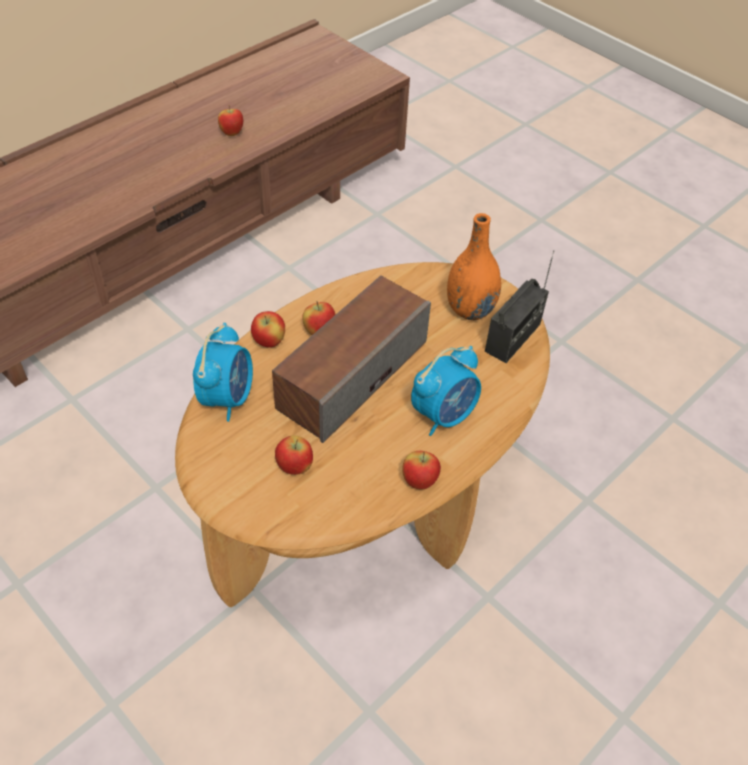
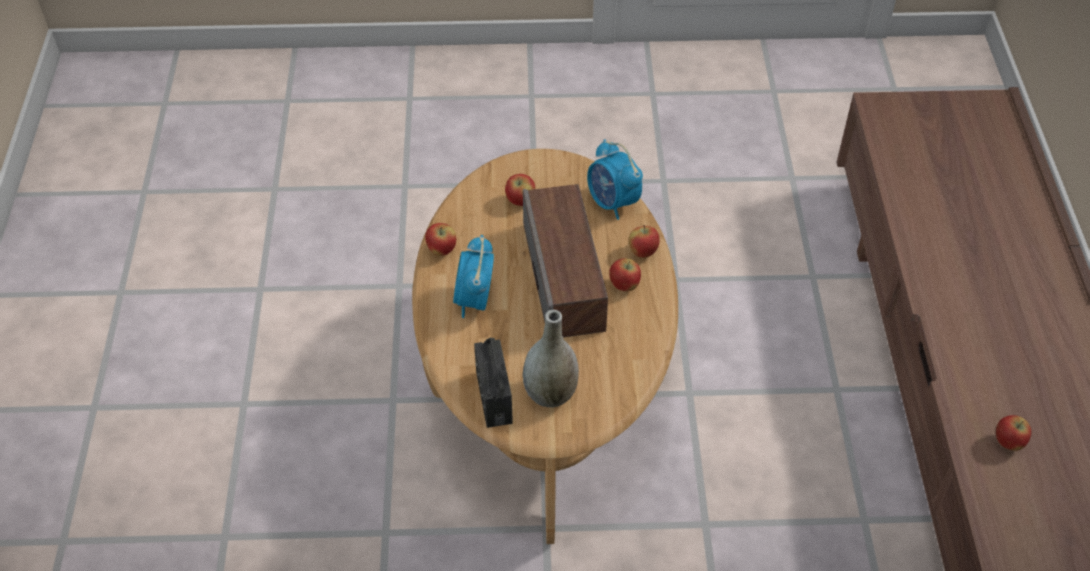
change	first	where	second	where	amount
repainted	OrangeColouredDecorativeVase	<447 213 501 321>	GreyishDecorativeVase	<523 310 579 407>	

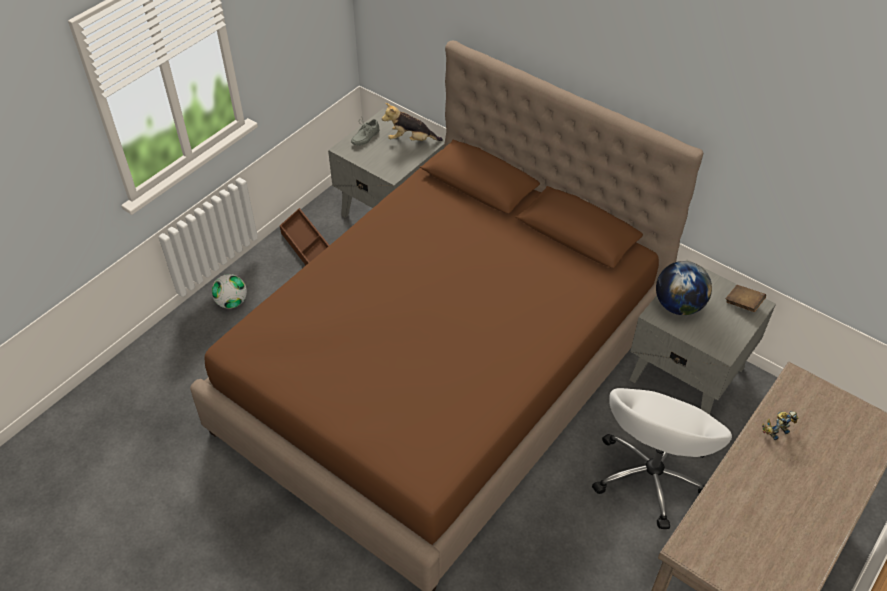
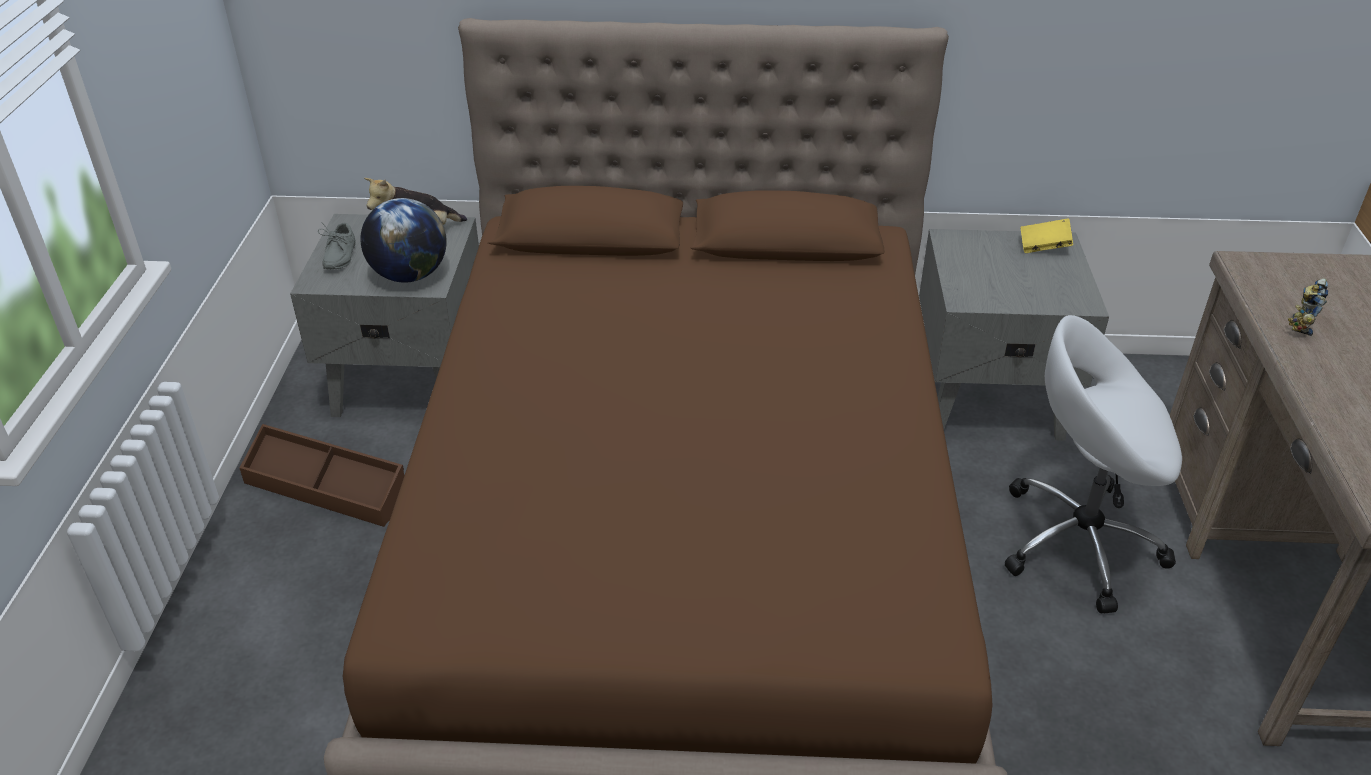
change	first	where	second	where	amount
gone	FootballBall	<212 274 247 309>			
shifted	WorldGlobe	<656 261 712 315>		<360 198 447 283>	
repainted	BrownishBook	<726 285 766 312>	YellowBook	<1021 218 1073 253>	
rotated	WhiteColouredComputerChair	<592 388 732 529>		<1005 315 1182 613>	105 degrees clockwise

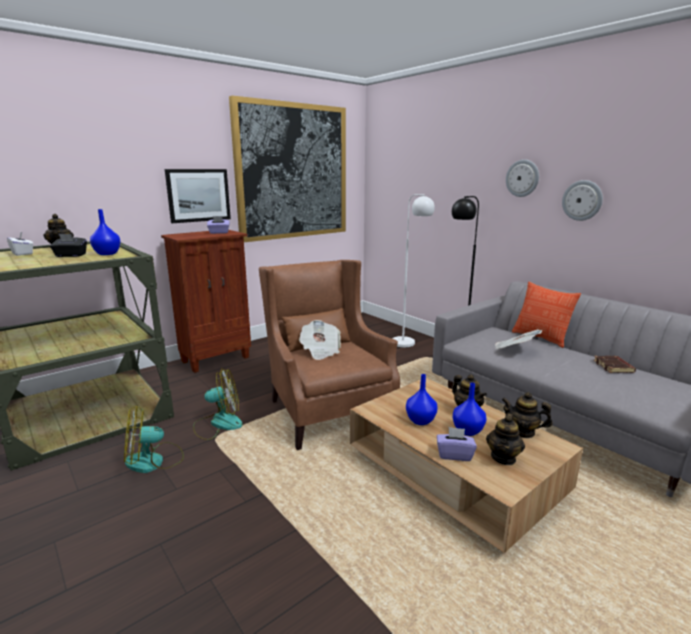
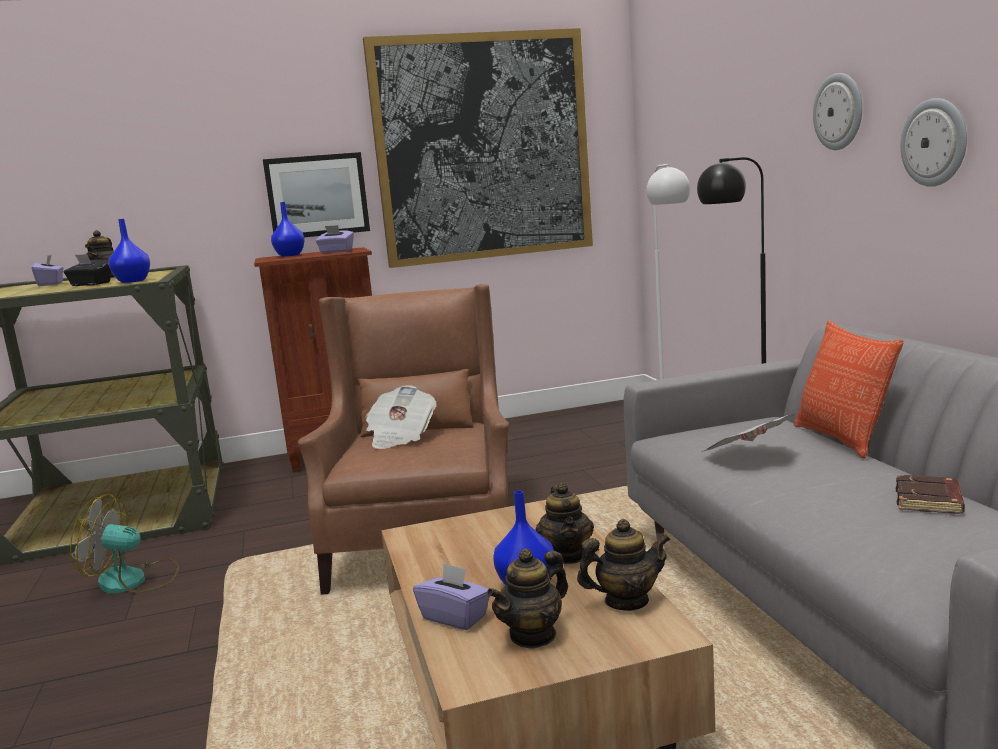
change	first	where	second	where	amount
gone	Fan	<193 368 243 440>			
shifted	BlueDecorativeVase	<406 374 438 425>		<271 202 305 257>	
repainted	WhiteColouredTissueHolder	<7 232 33 256>	PurpleColouredTissueHolder	<32 255 63 286>	
rotated	PotForTea	<502 392 552 438>		<577 519 671 611>	120 degrees clockwise

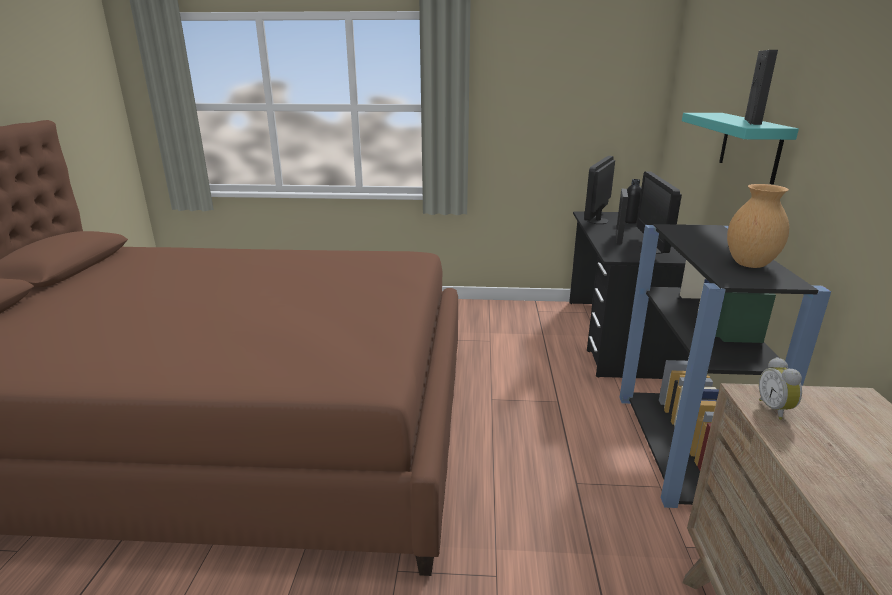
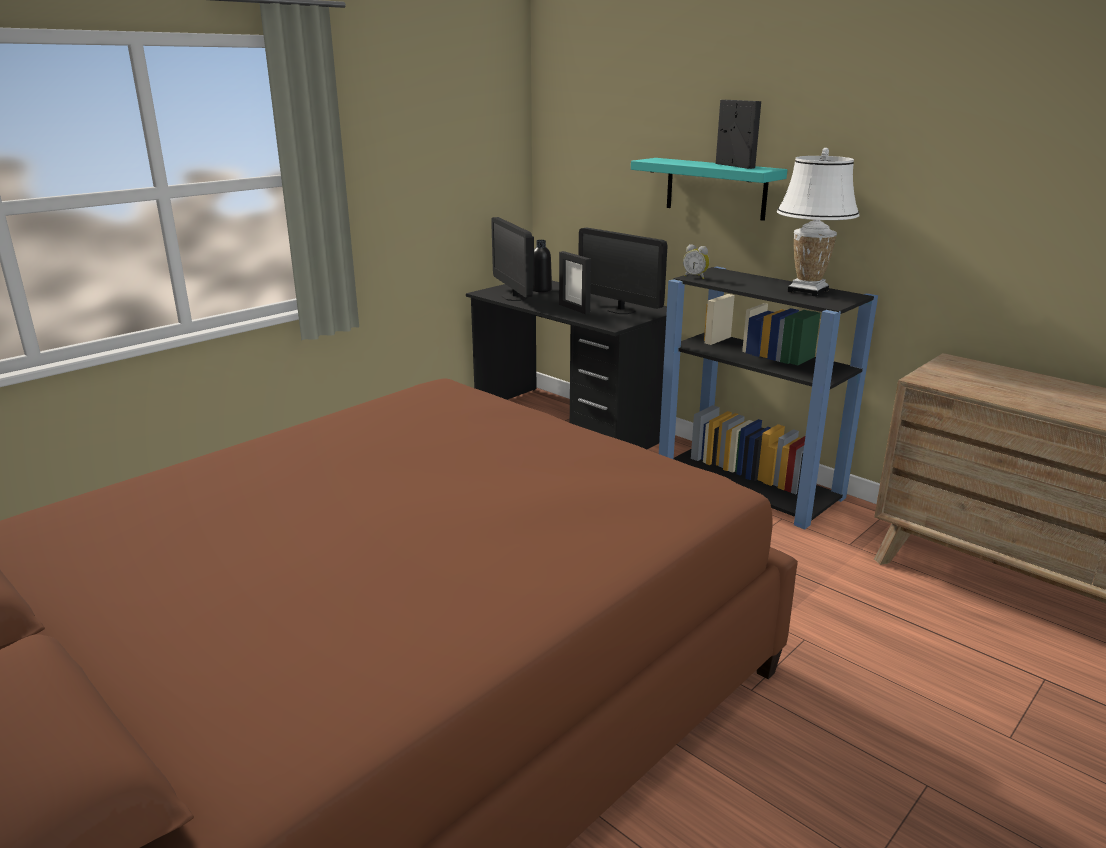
change	first	where	second	where	amount
shifted	BedsideClock	<759 357 802 420>		<683 244 710 279>	
swapped	BrownishDecorativeVase	<727 184 789 268>	WhiteColouredTableLamp	<777 148 860 297>	

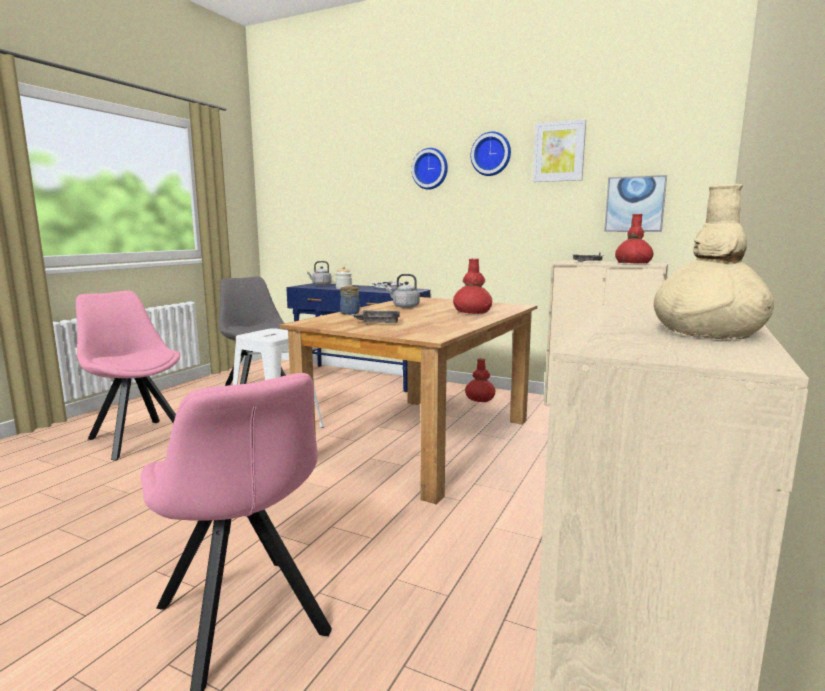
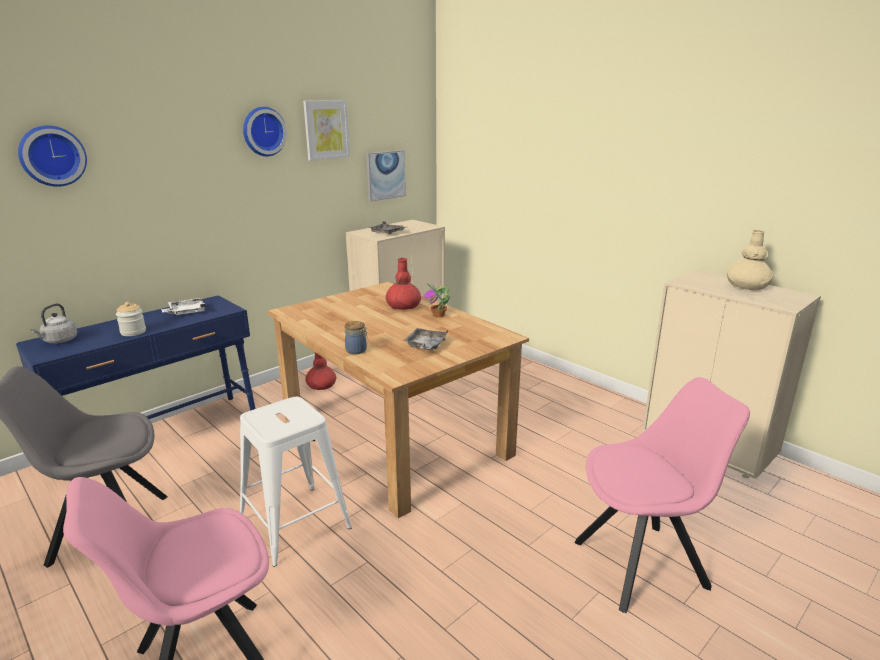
change	first	where	second	where	amount
gone	GreyishTeaKettle	<387 274 420 308>			
gone	RedColouredDecorativeVase	<615 214 653 263>			
new			PottedPlant	<424 283 450 317>	
shifted	WallClock	<411 148 448 190>		<18 125 87 187>	

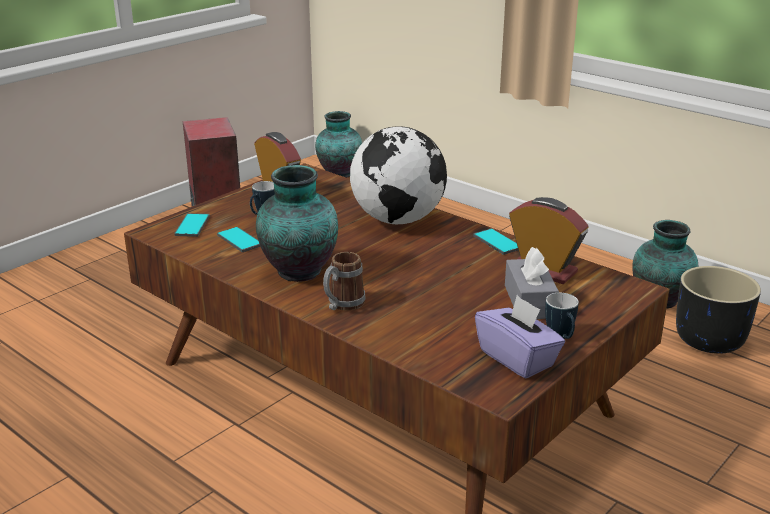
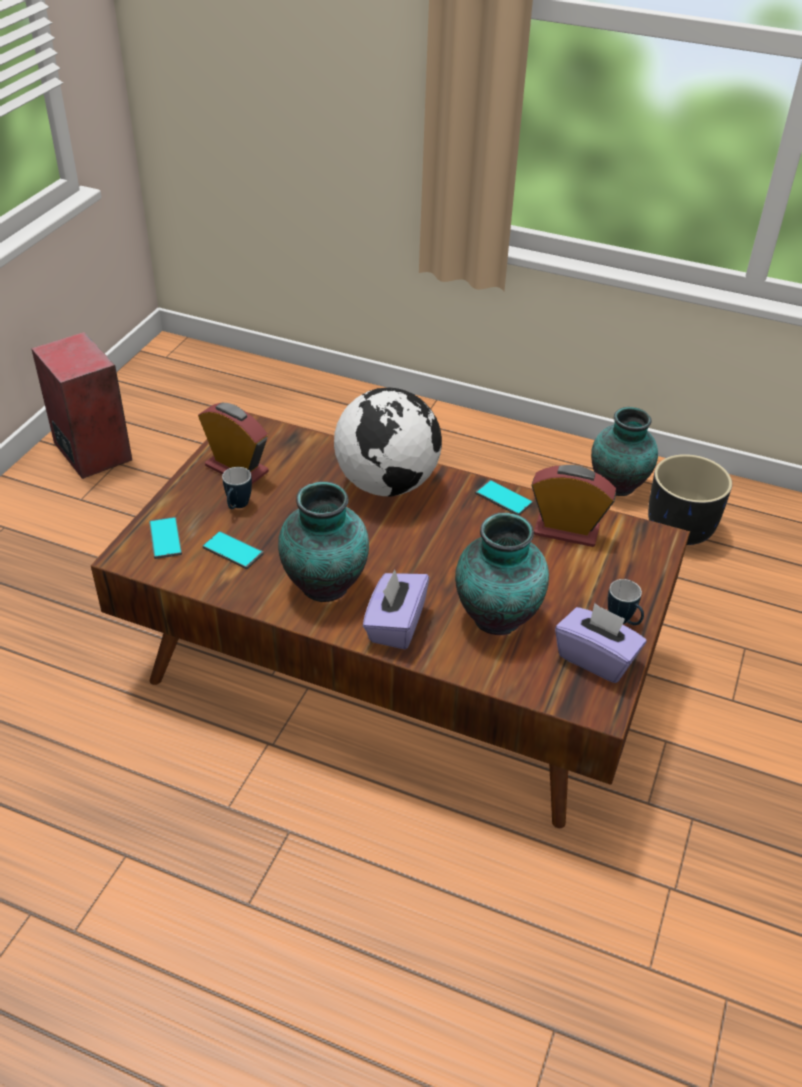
change	first	where	second	where	amount
gone	GreyishTissueHolder	<505 247 559 319>			
shifted	DecorativeVase	<315 111 362 178>		<455 513 549 635>	
swapped	TeaMug	<323 252 365 310>	PurpleColouredTissueHolder	<363 569 429 650>	

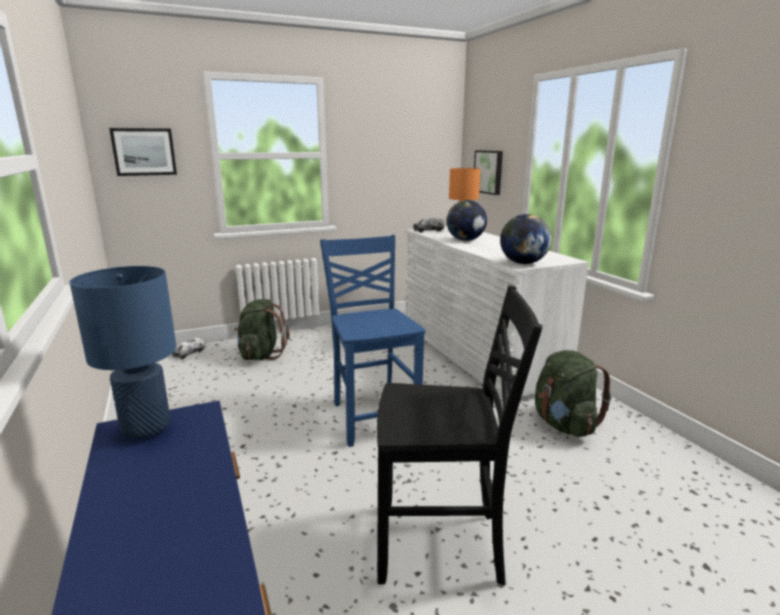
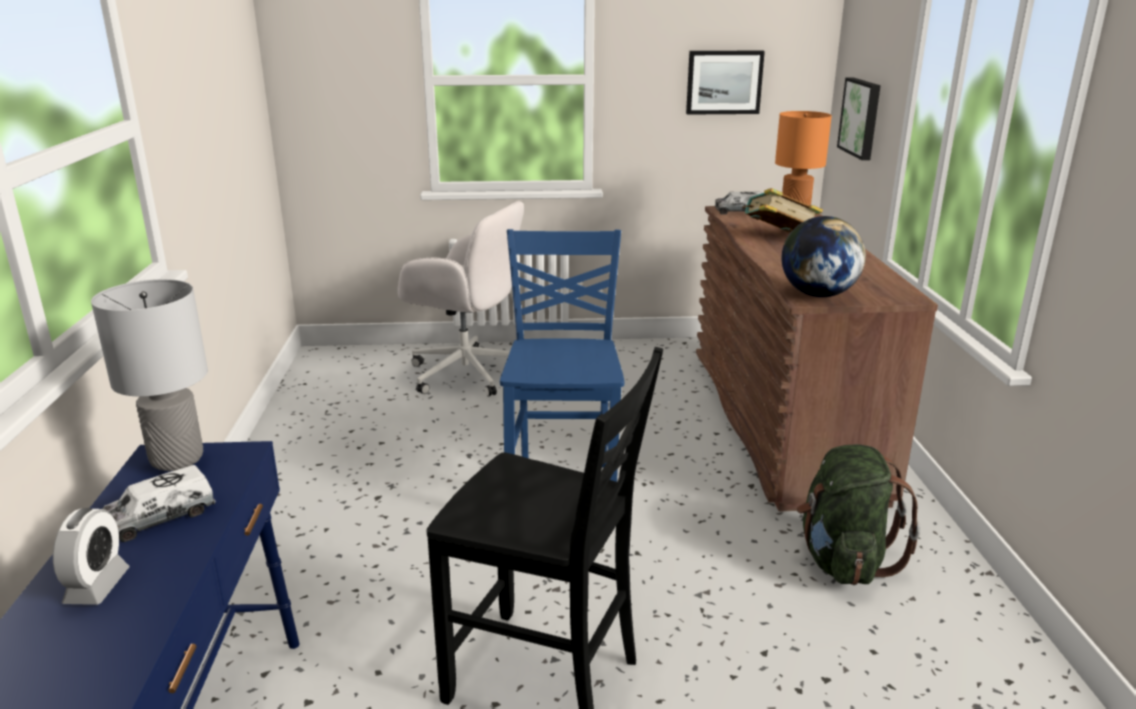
change	first	where	second	where	amount
new			BedsideClock	<53 508 130 605>	
shifted	Picture	<109 128 177 176>		<686 51 765 115>	
shifted	ToyTruck	<172 337 205 360>		<102 465 216 542>	
swapped	GreenColouredKnapsack	<234 299 290 360>	WhiteColouredComputerChair	<398 201 524 397>	
swapped	WorldGlobe	<446 200 487 241>	Book	<742 188 823 232>	
repainted	BlueTableLamp	<70 266 177 439>	GreyishTableLamp	<91 279 208 471>	
repainted	WhiteColouredDrawerChest	<405 227 589 401>	BrownishDrawerChest	<696 206 938 511>	

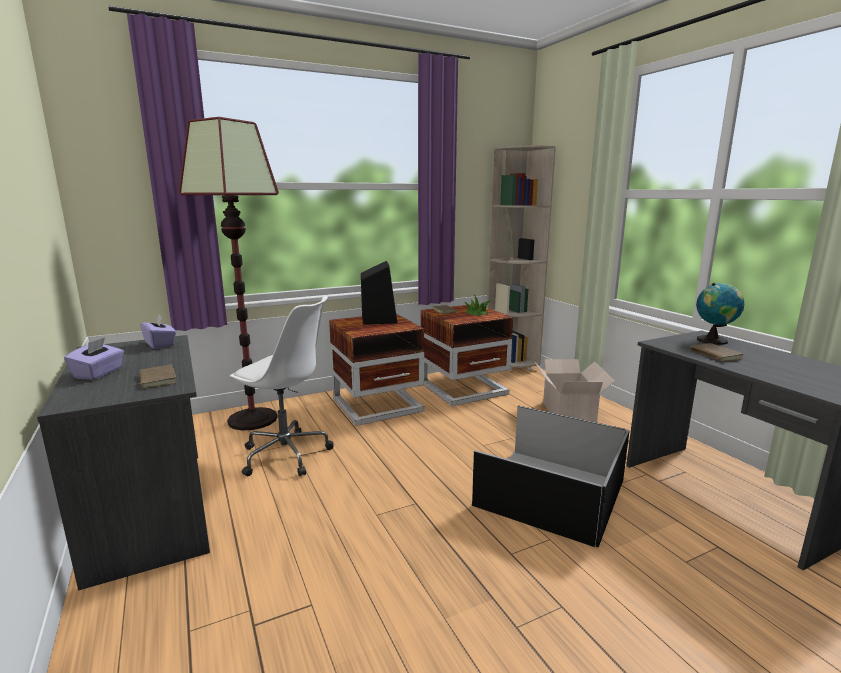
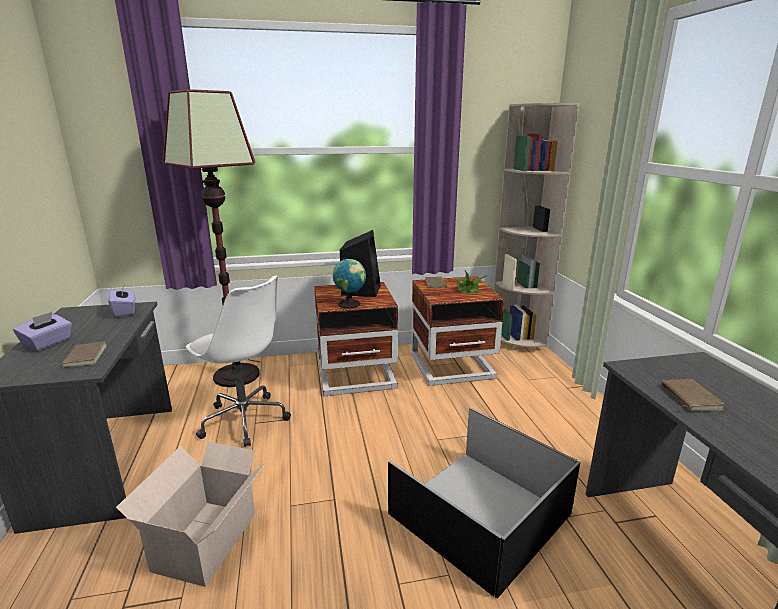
change	first	where	second	where	amount
shifted	PackingBox	<534 359 615 423>		<116 442 266 587>	
shifted	WorldGlobe	<696 283 745 345>		<333 258 366 309>	

